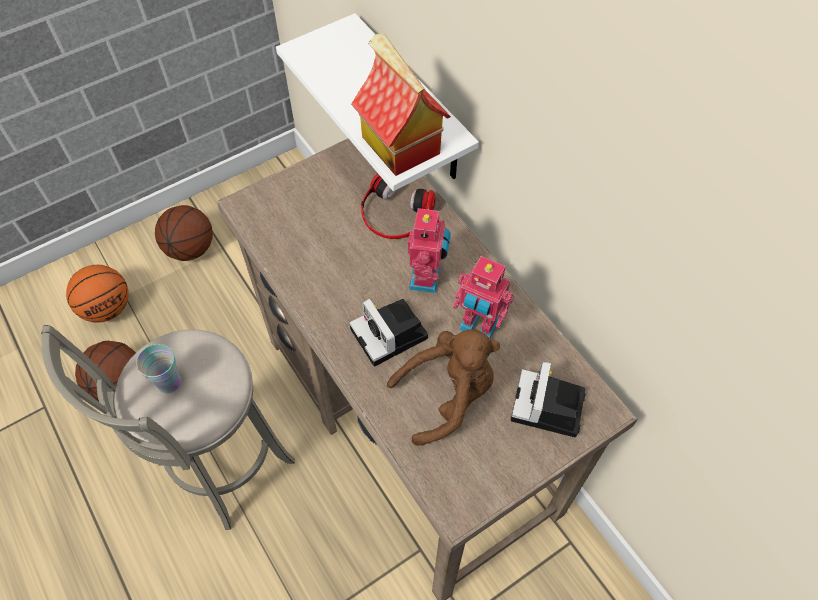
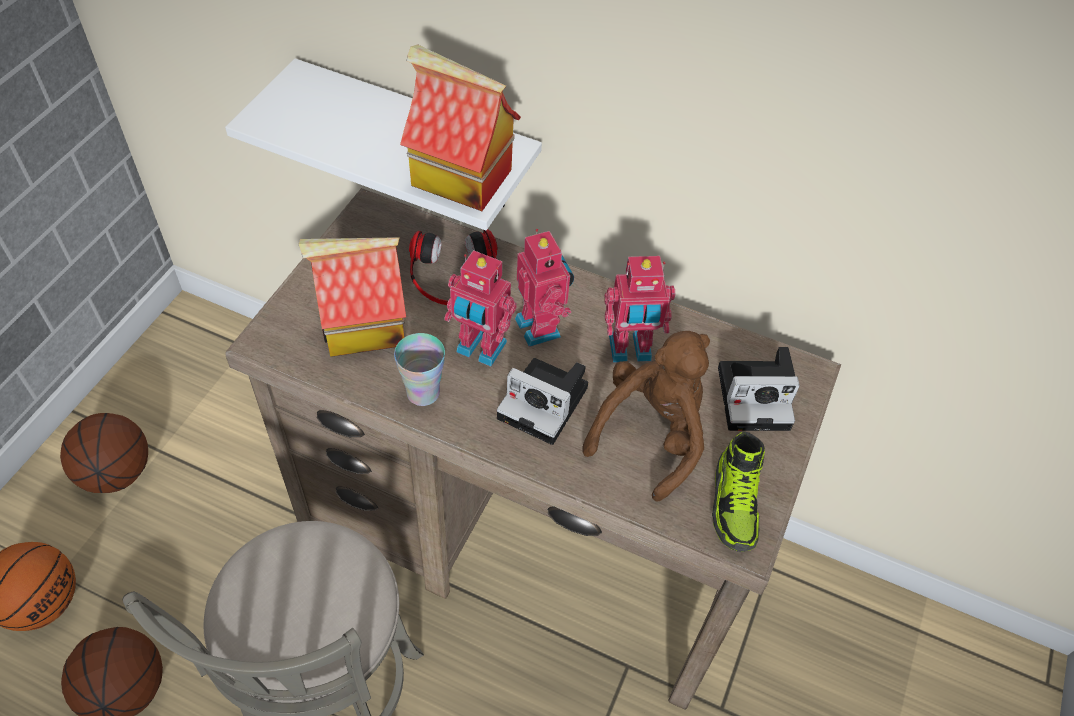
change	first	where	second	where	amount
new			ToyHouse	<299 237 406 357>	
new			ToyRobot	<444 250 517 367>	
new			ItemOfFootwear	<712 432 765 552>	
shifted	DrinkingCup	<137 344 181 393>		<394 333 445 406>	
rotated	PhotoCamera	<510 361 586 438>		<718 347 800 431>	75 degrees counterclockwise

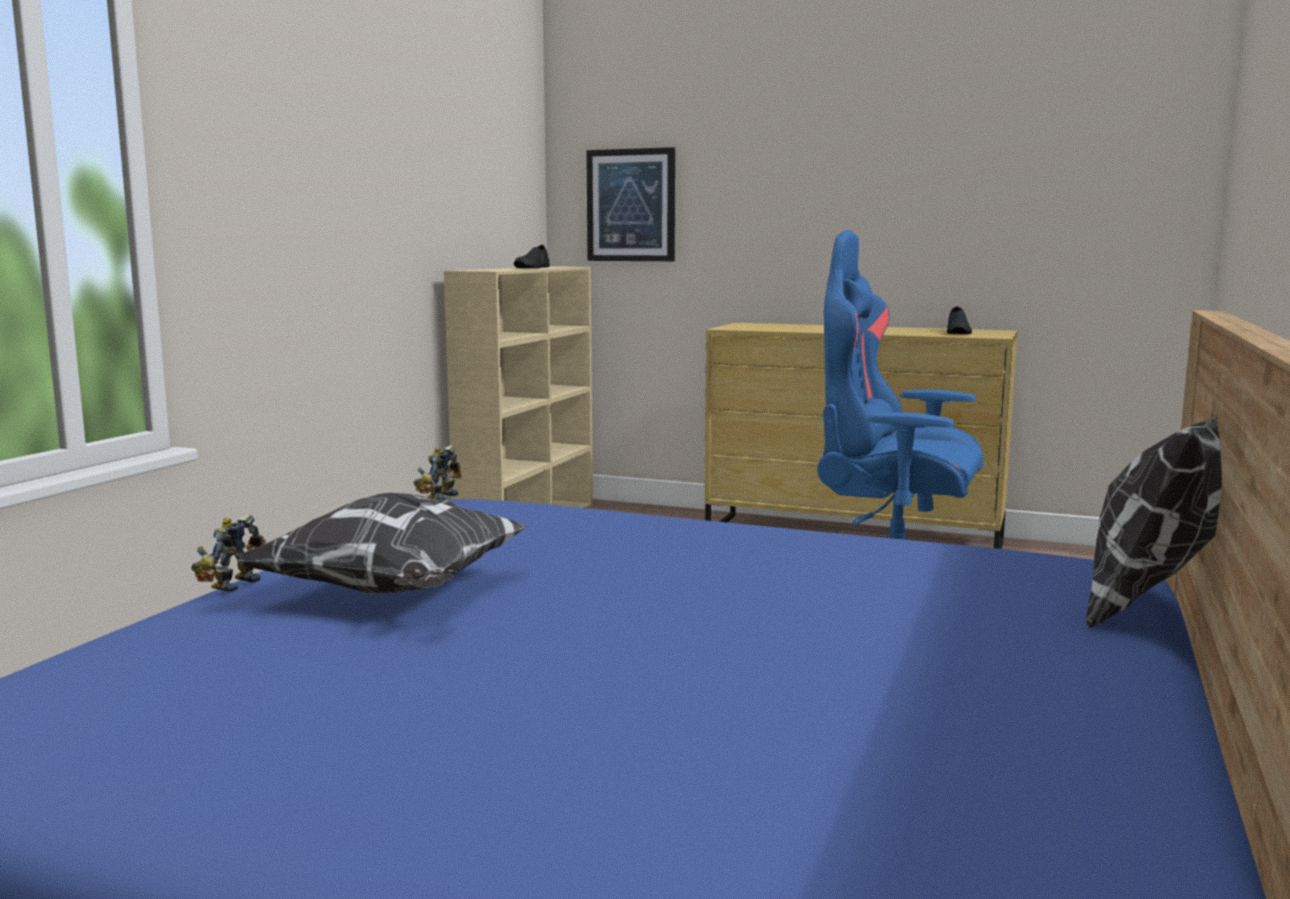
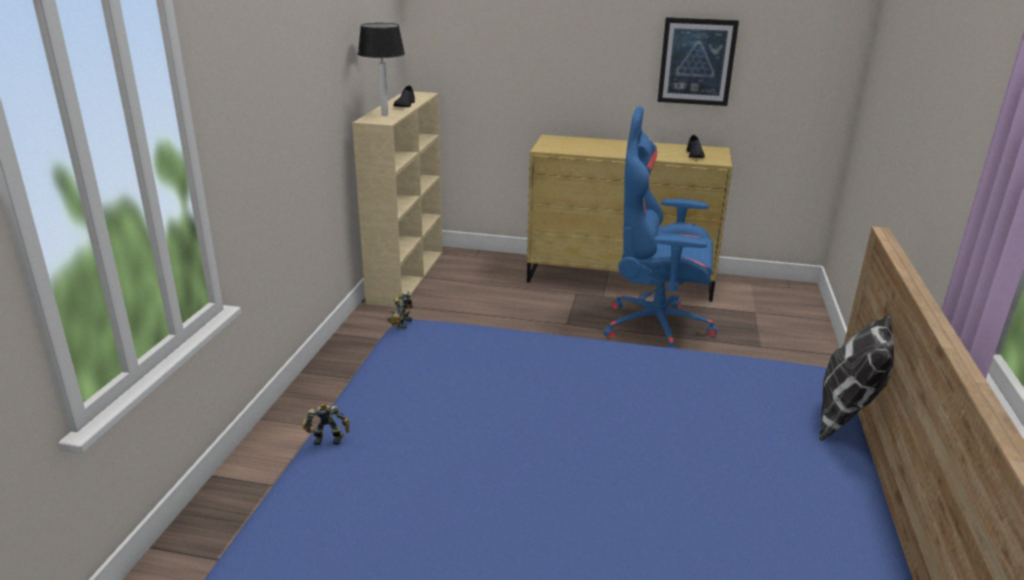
change	first	where	second	where	amount
gone	Cushion	<237 493 528 595>			
new			TableLamp	<358 23 405 116>	
shifted	Picture	<586 147 675 261>		<657 17 739 106>	
rotated	ToyRobot	<191 514 266 592>		<301 403 350 445>	75 degrees clockwise

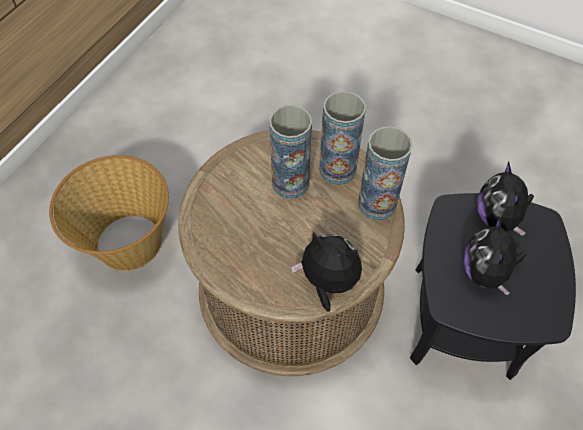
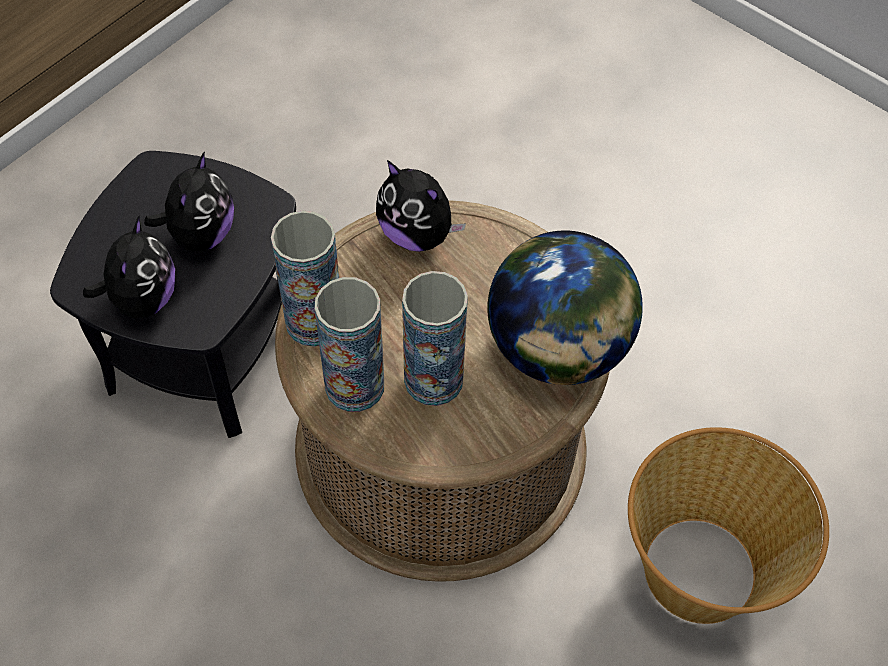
change	first	where	second	where	amount
new			WorldGlobe	<488 230 643 385>	

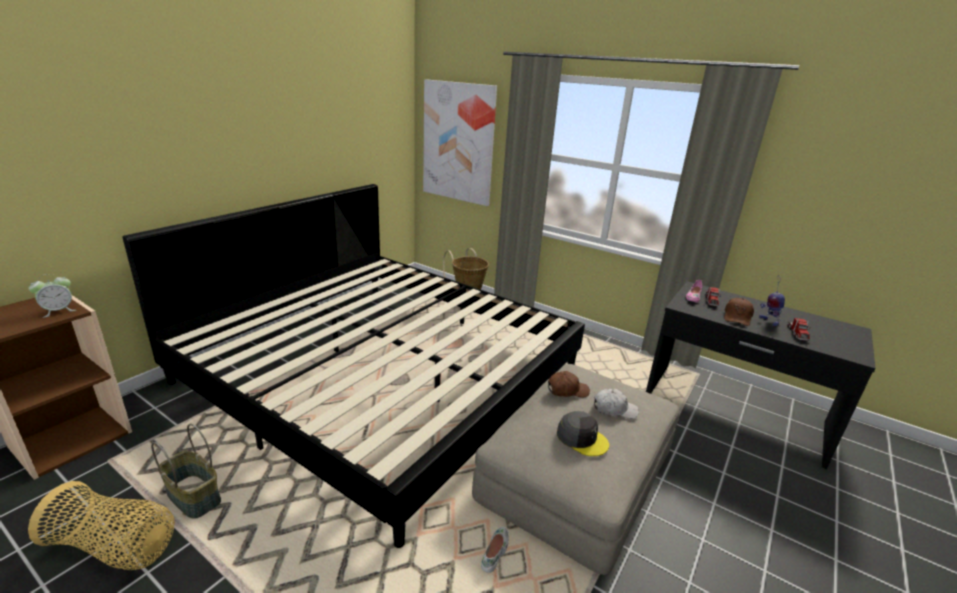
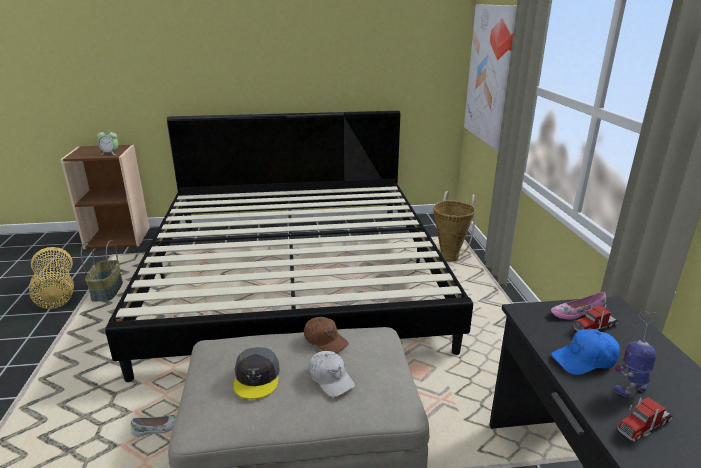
change	first	where	second	where	amount
repainted	BrownishBaseballCap	<724 298 754 326>	BlueBaseballCap	<551 329 620 375>	
rotated	ToyRobot	<759 275 785 326>		<613 311 659 397>	45 degrees clockwise

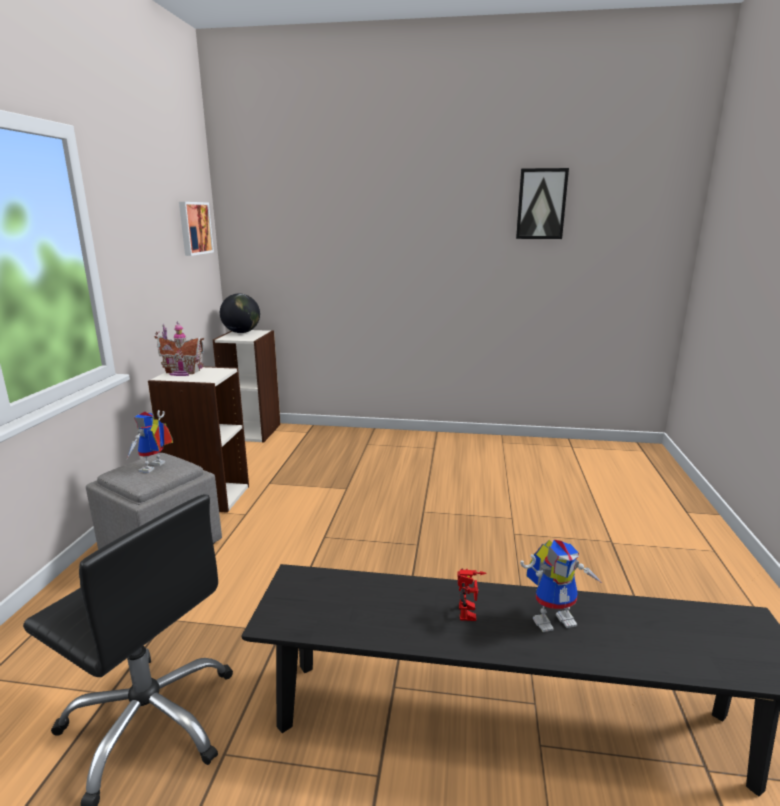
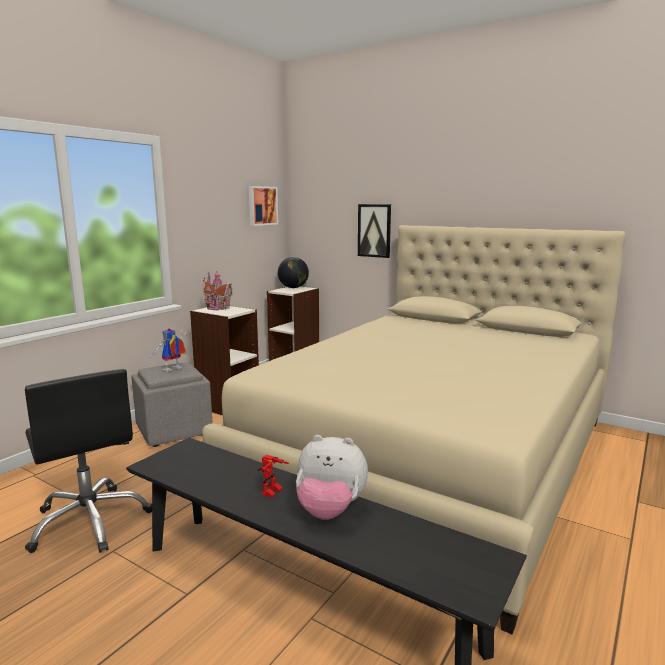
change	first	where	second	where	amount
new			SandColouredBed	<202 225 626 634>	
shifted	Picture	<516 168 569 239>		<358 204 391 258>	
swapped	ToyRobot	<520 539 603 632>	CuddlyToy	<296 435 368 520>	

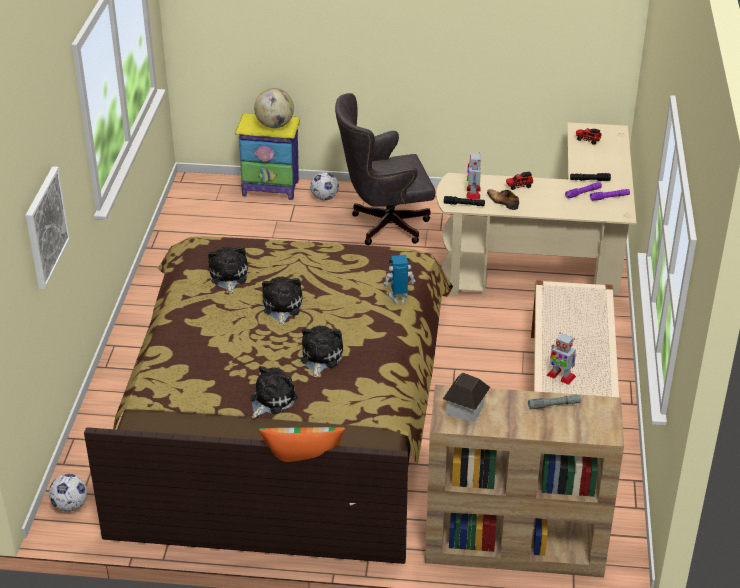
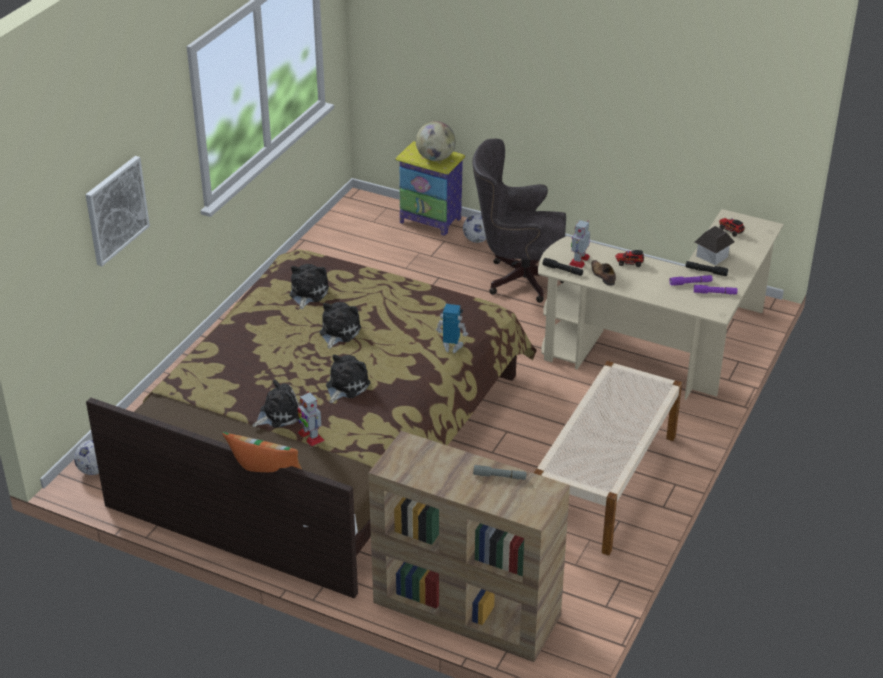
change	first	where	second	where	amount
shifted	ToyHouse	<443 372 490 422>		<695 226 735 265>	
shifted	ToyRobot	<547 333 576 385>		<298 391 325 447>	

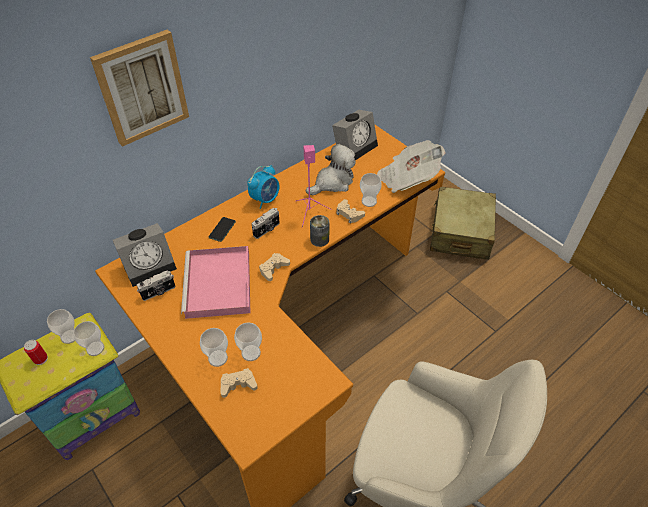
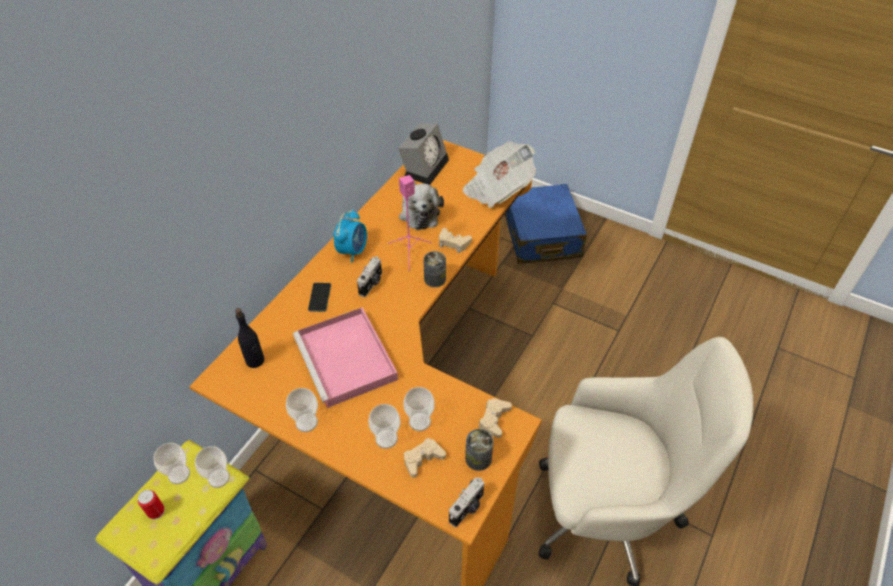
change	first	where	second	where	amount
gone	Picture	<90 30 189 147>			
new			MetalCan	<465 429 494 471>	
shifted	PhotoCamera	<137 270 176 301>		<449 478 484 527>	
shifted	SandColouredJoypad	<259 253 290 281>		<479 398 512 438>	
shifted	DrinkingCup	<360 173 382 207>		<286 388 318 432>	
swapped	BedsideClock	<113 223 177 287>	BlackColouredDrinkBottle	<235 308 264 368>	
repainted	SandColouredPieceOfLuggage	<430 187 496 260>	BluePieceOfLuggage	<505 184 587 264>	
rotated	CuddlyToy	<306 144 356 195>		<399 181 444 230>	135 degrees clockwise

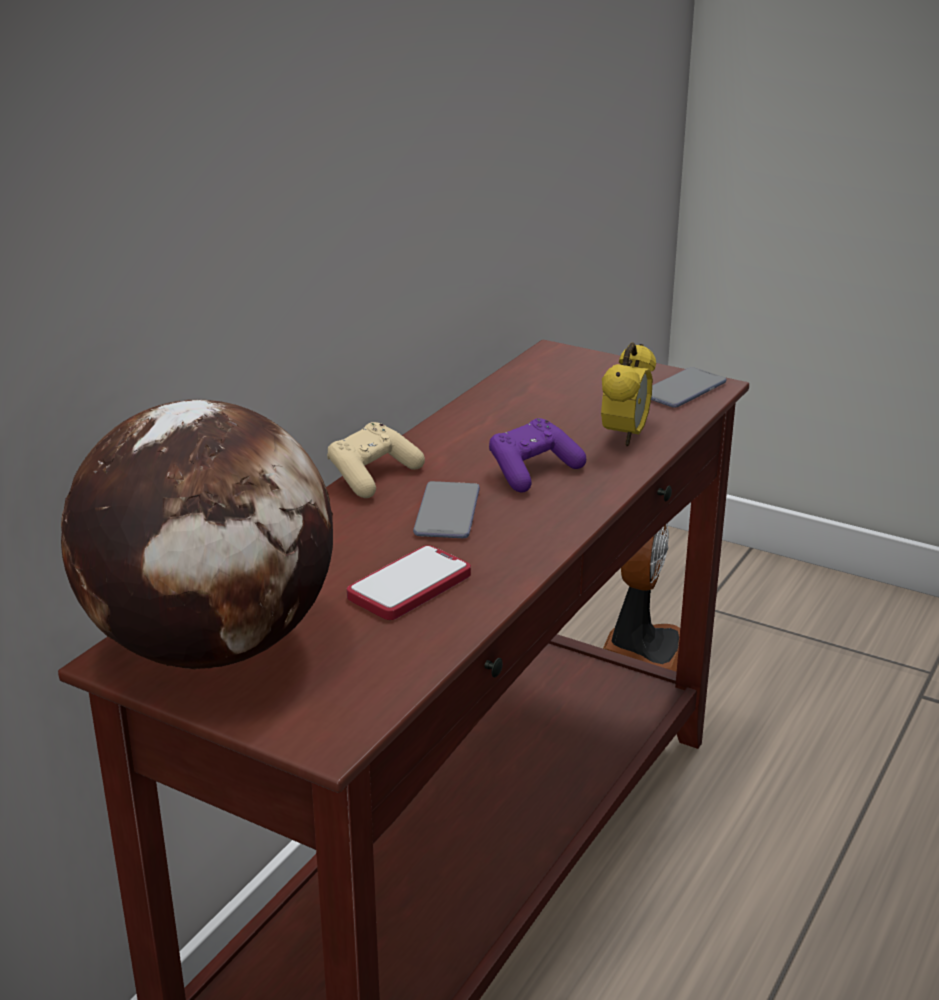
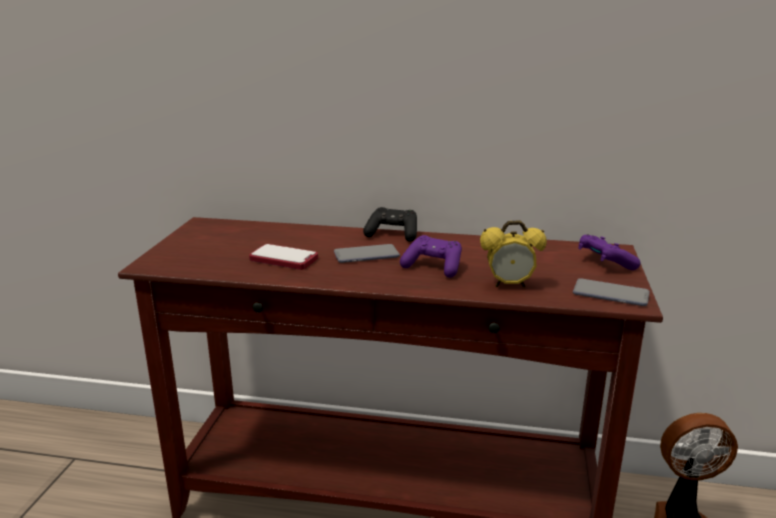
change	first	where	second	where	amount
gone	WorldGlobe	<61 400 333 669>			
new			PurpleColouredJoypad	<579 234 640 270>	
repainted	SandColouredJoypad	<327 422 425 498>	BlackColouredJoypad	<363 207 417 242>	

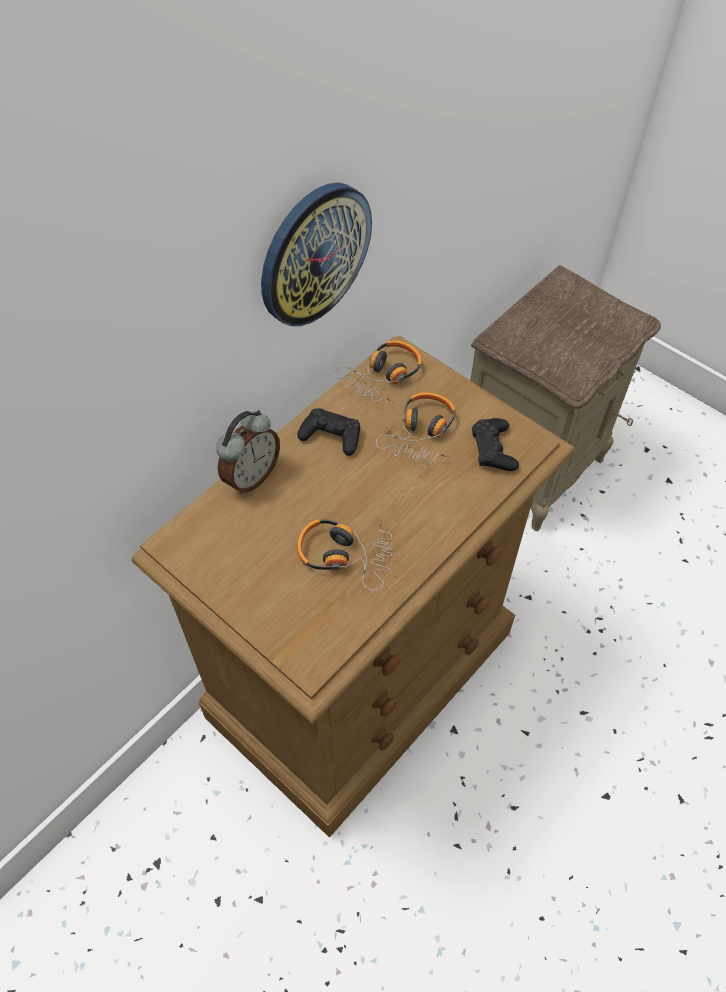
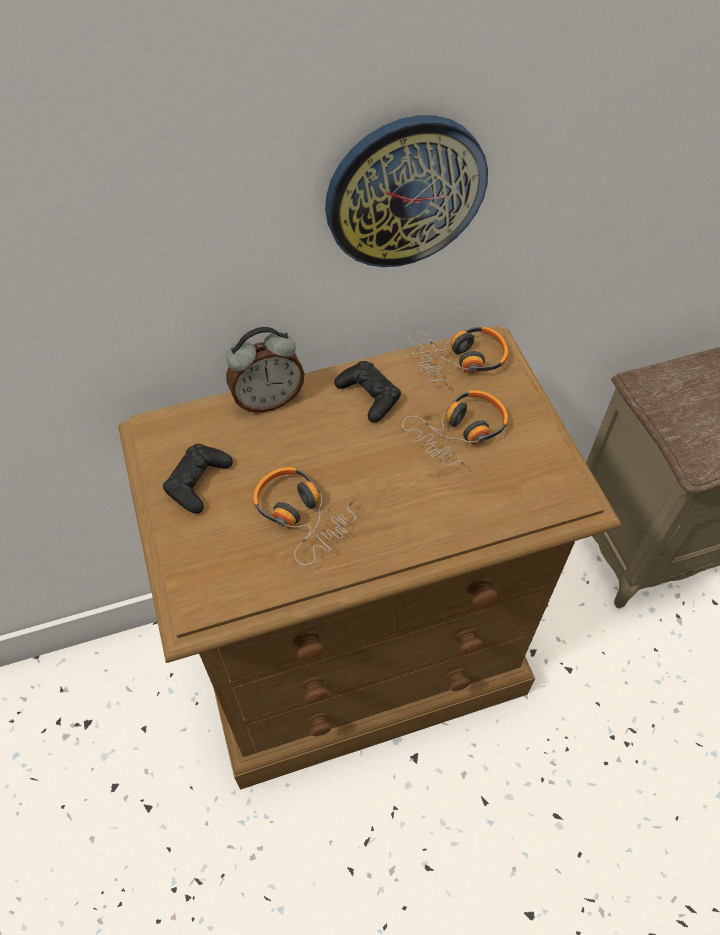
change	first	where	second	where	amount
shifted	BlackColouredJoypad	<472 418 519 471>		<163 444 233 514>	

